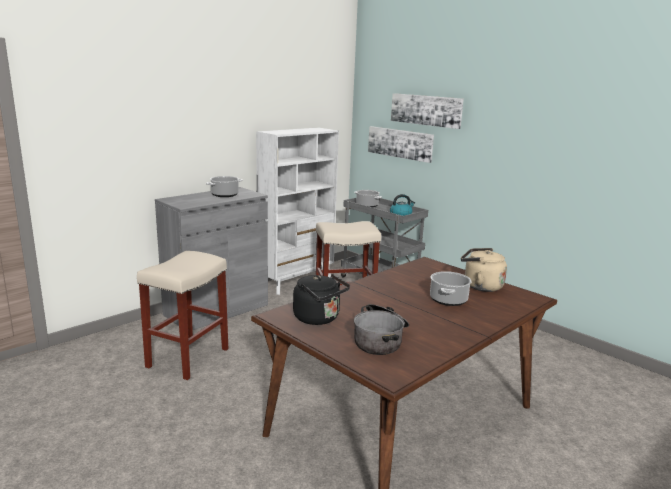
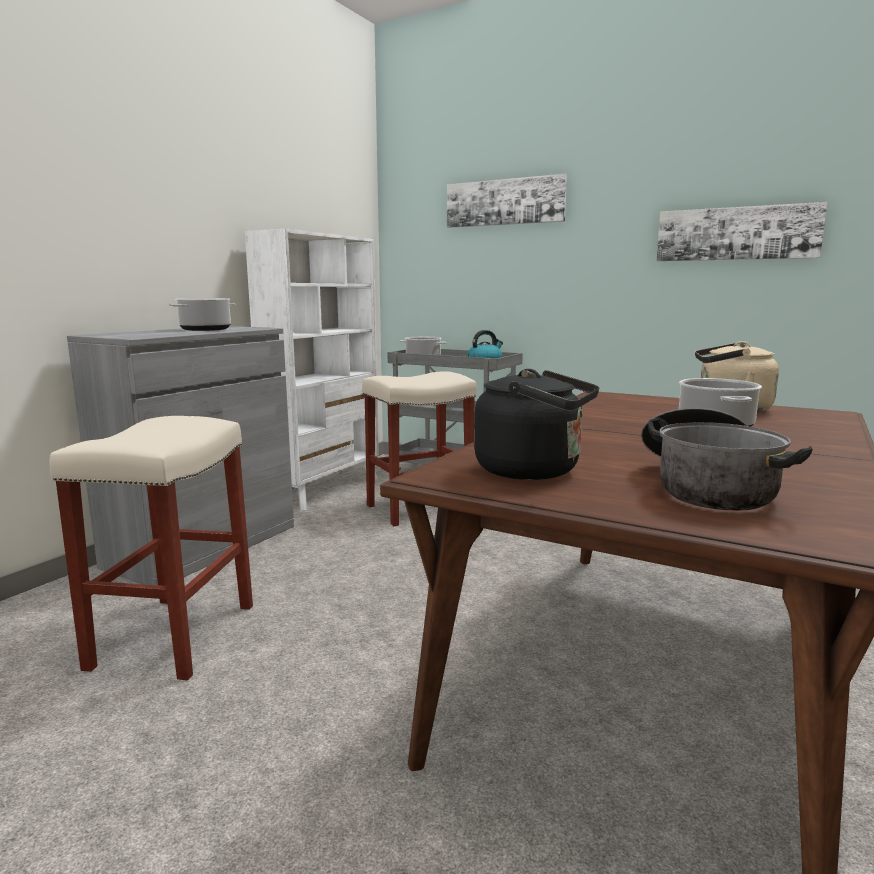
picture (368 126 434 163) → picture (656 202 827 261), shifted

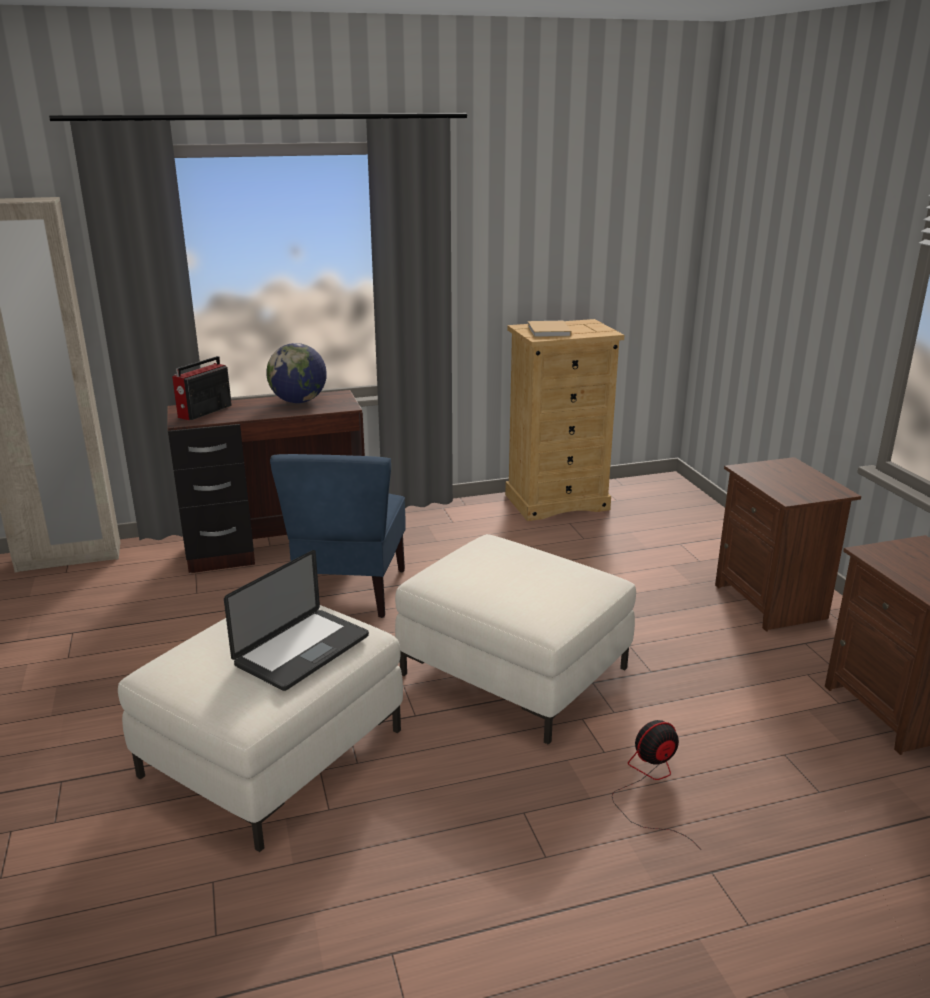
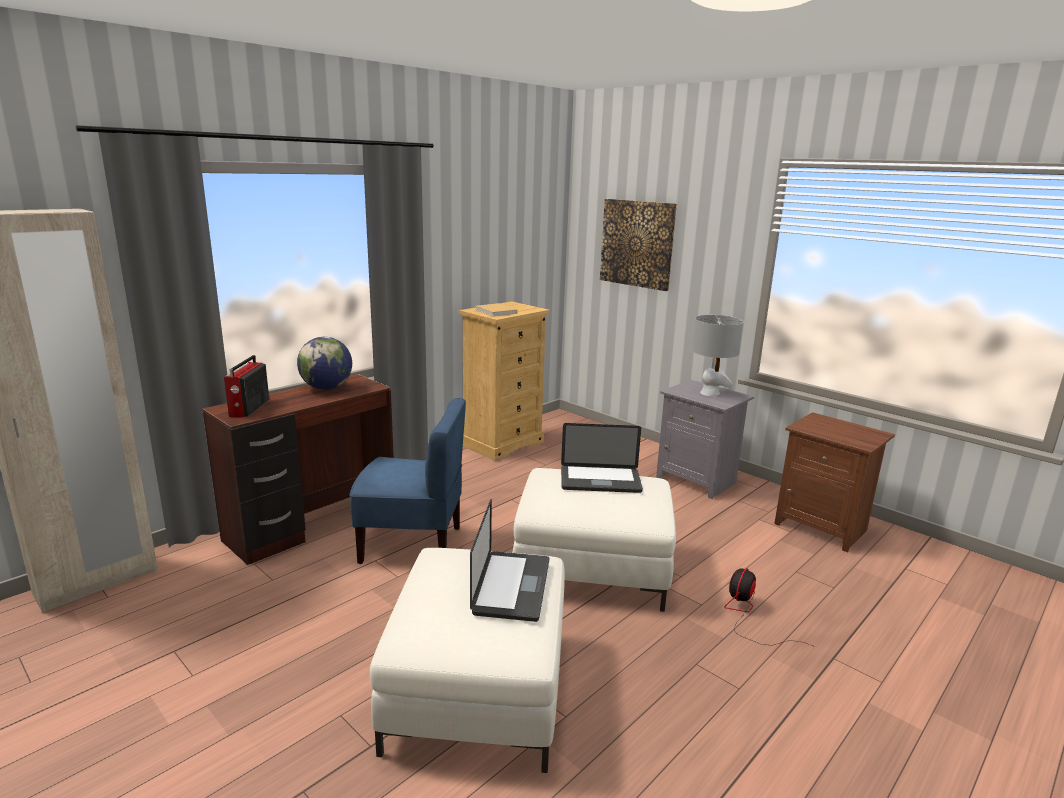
chair (blue) (270 454 406 618) → chair (blue) (350 398 466 564), 60 degrees counterclockwise
nightstand (brown) (715 457 861 632) → nightstand (grey) (656 380 754 499)
- → laptop (561 423 643 493)
- → picture (600 199 677 291)
- → table lamp (grey) (692 315 743 396)

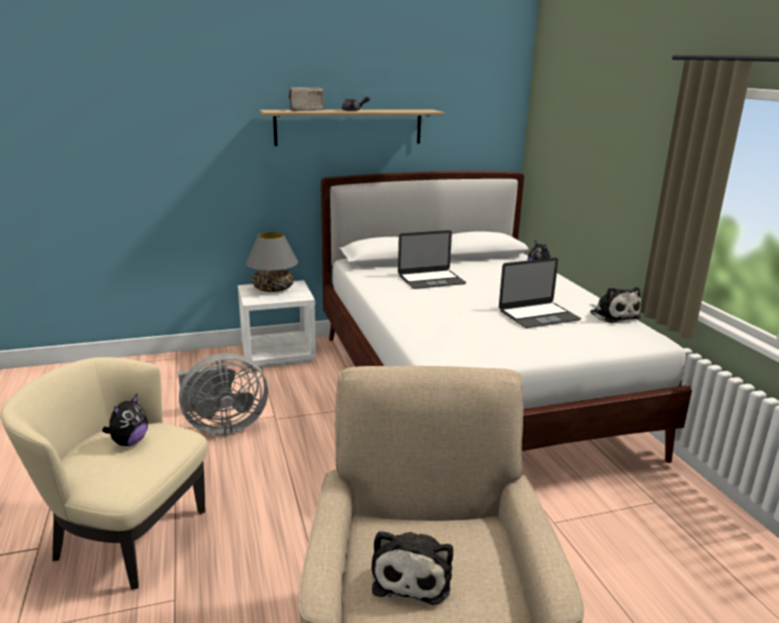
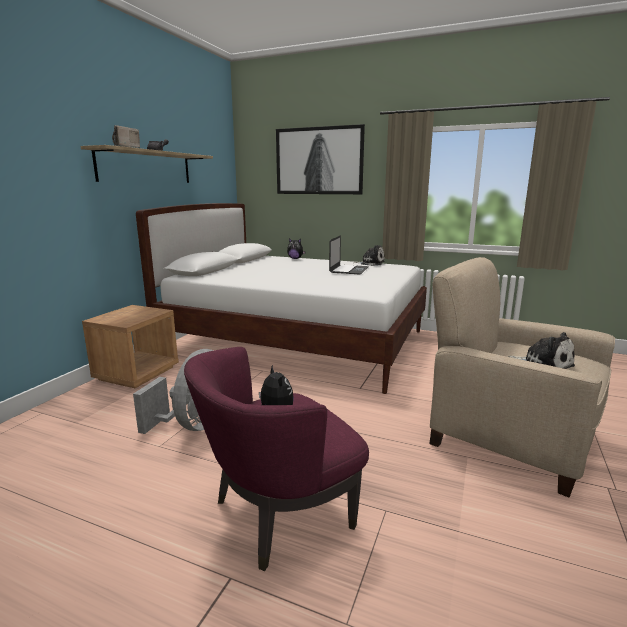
armchair (beige) (1 357 208 590) → armchair (purple) (184 347 369 571)
nightstand (white) (238 280 317 368) → nightstand (brown) (82 305 179 388)
table lamp (grey) (246 232 298 292) → -
laptop (398 230 466 289) → -
- → picture (276 124 365 194)

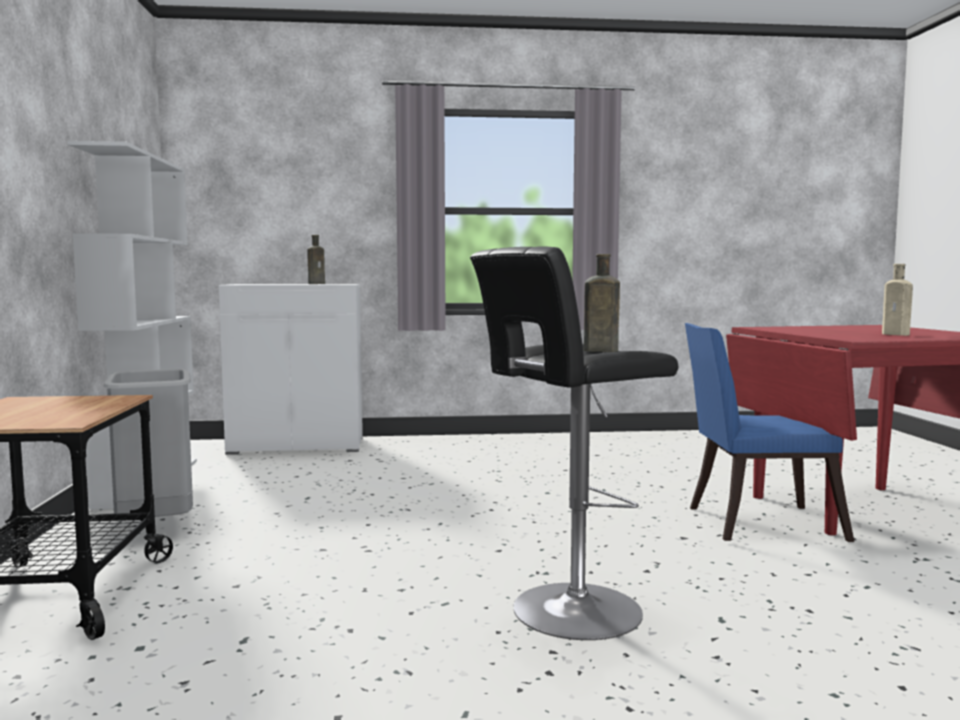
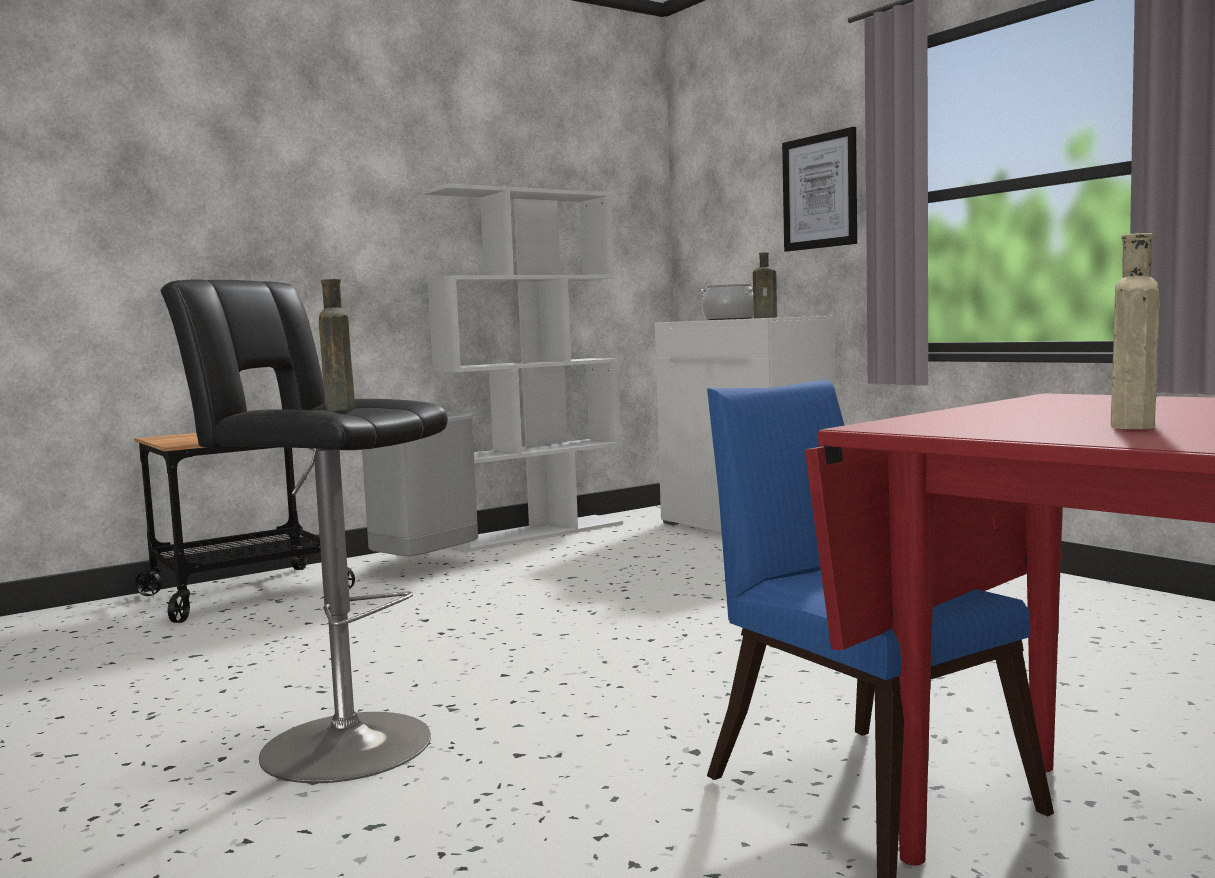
- → cooking pot (700 284 754 320)
- → picture (782 127 857 252)

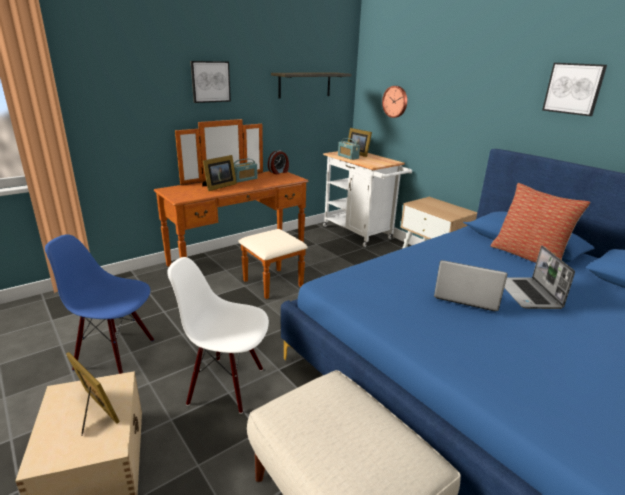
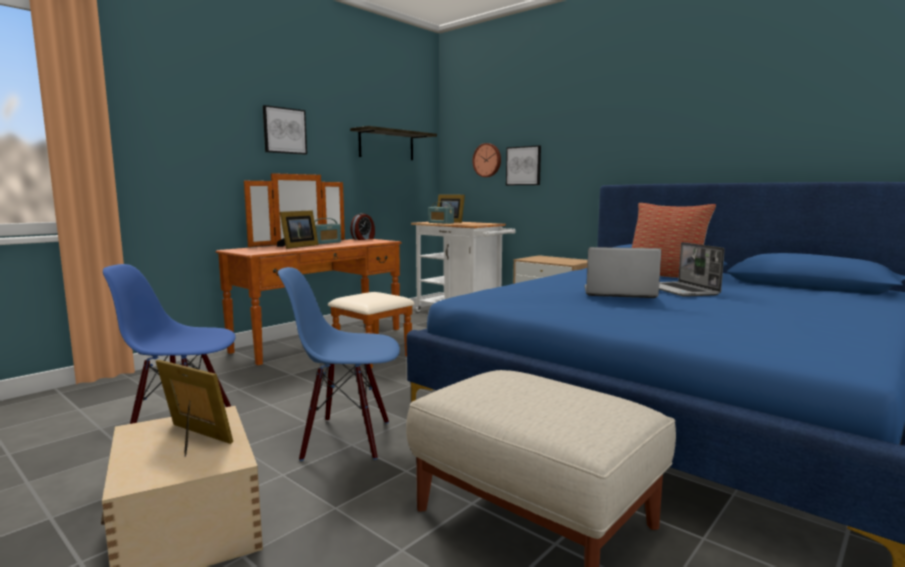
chair (white) (167 257 269 414) → chair (blue) (278 267 400 461)
picture (542 63 607 116) → picture (506 145 541 185), shifted

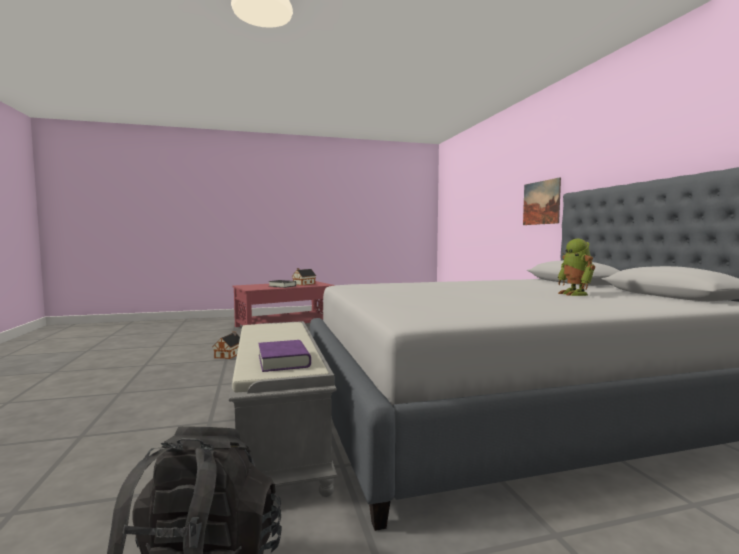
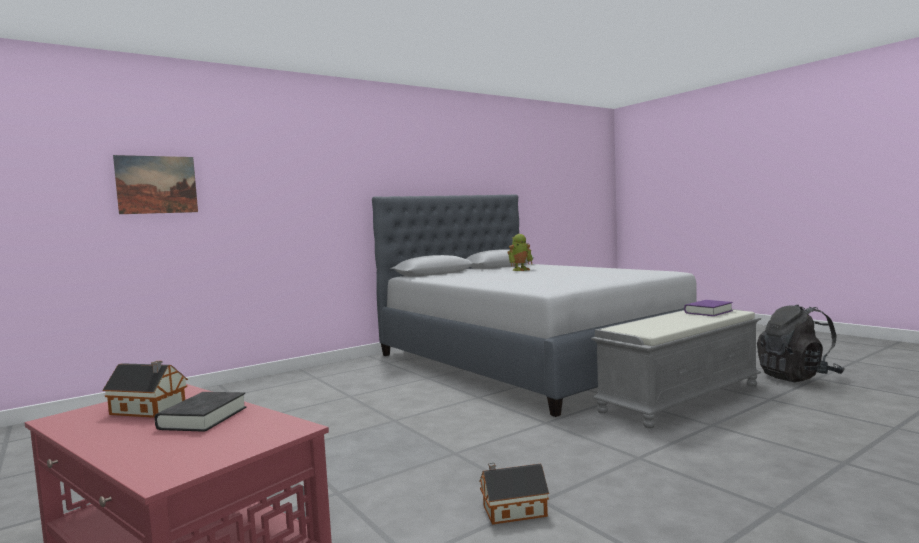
picture (523 177 561 225) → picture (113 155 198 214), shifted

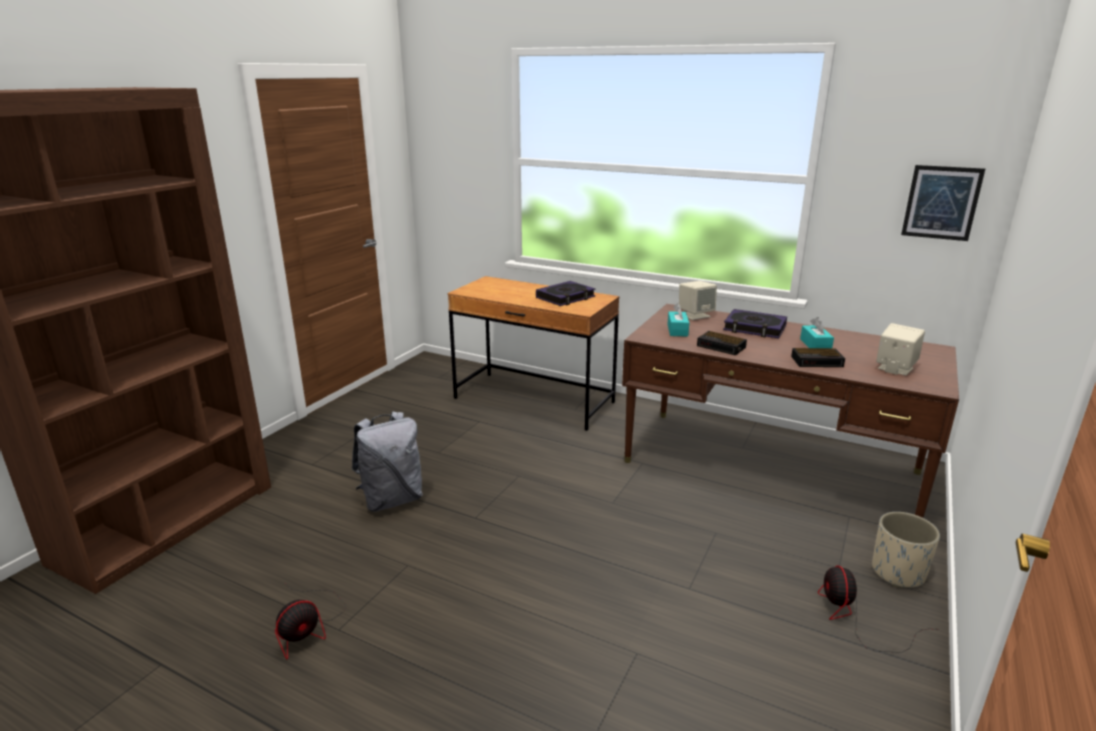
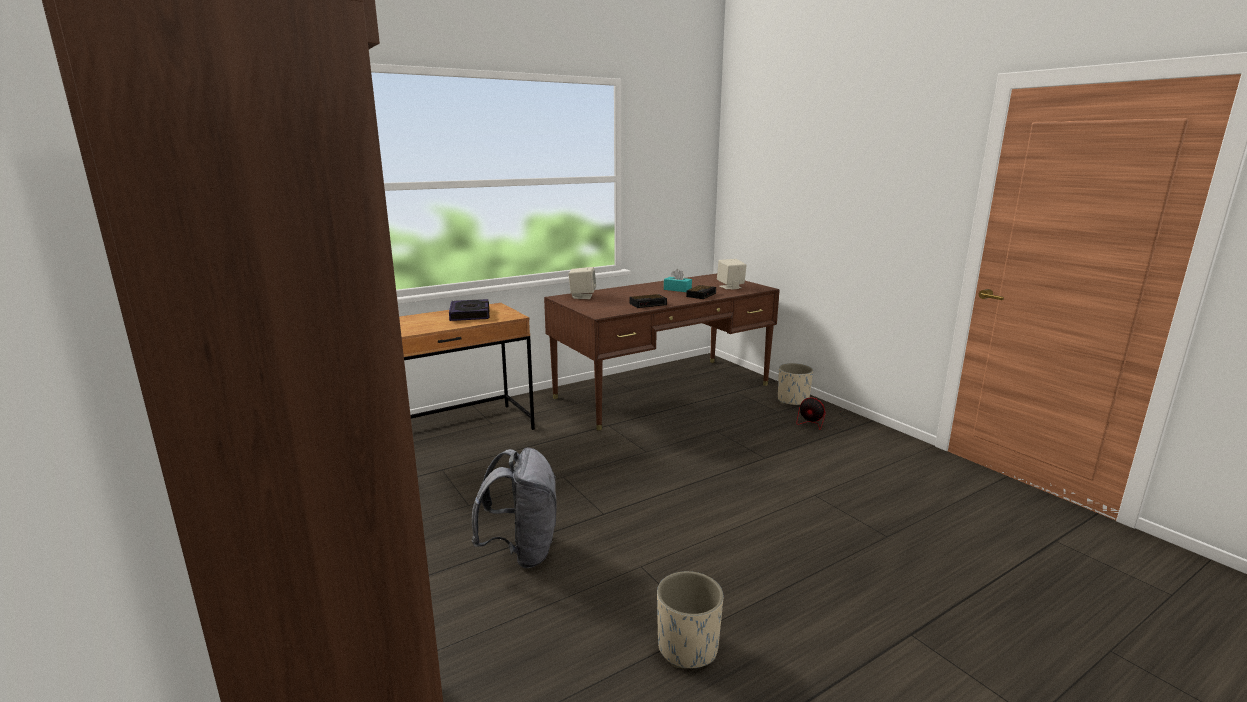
fan (275 583 346 659) → planter (beige) (657 571 723 669)
tissue box (turquoise) (667 303 689 337) → -
book (723 309 787 338) → -
picture (901 165 985 241) → -

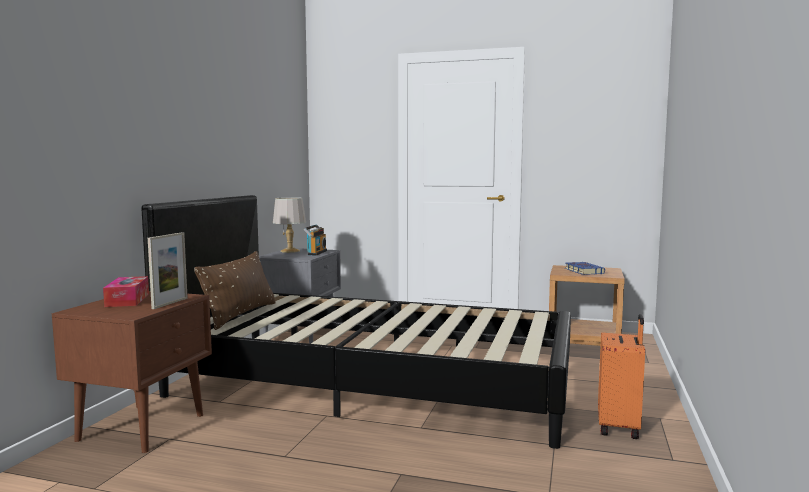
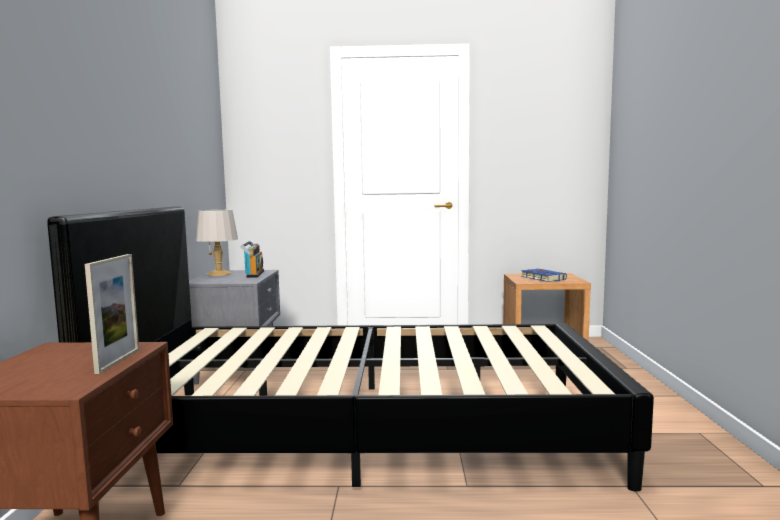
tissue box (103 276 149 307) → -
pillow (brown) (194 251 276 330) → -
suitcase (orange) (598 314 645 439) → -

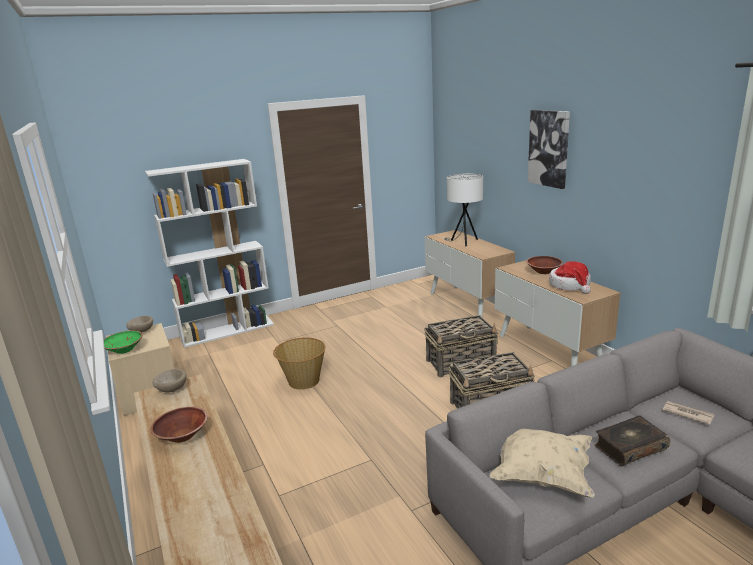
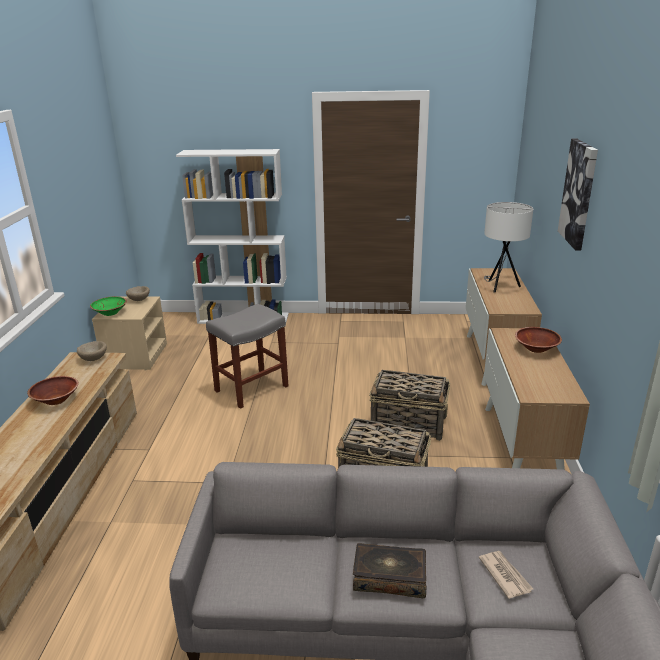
basket (273 337 326 390) → stool (grey) (206 304 289 409)
pillow (beige) (489 429 595 497) → -
hat (549 261 591 294) → -

